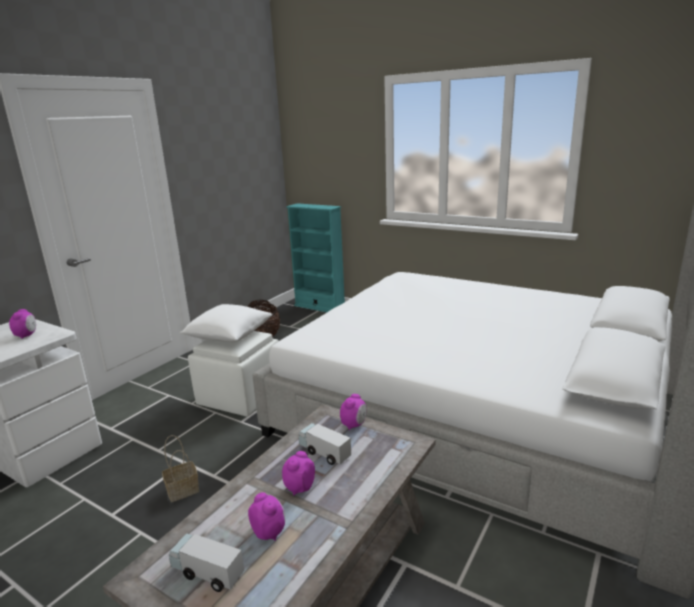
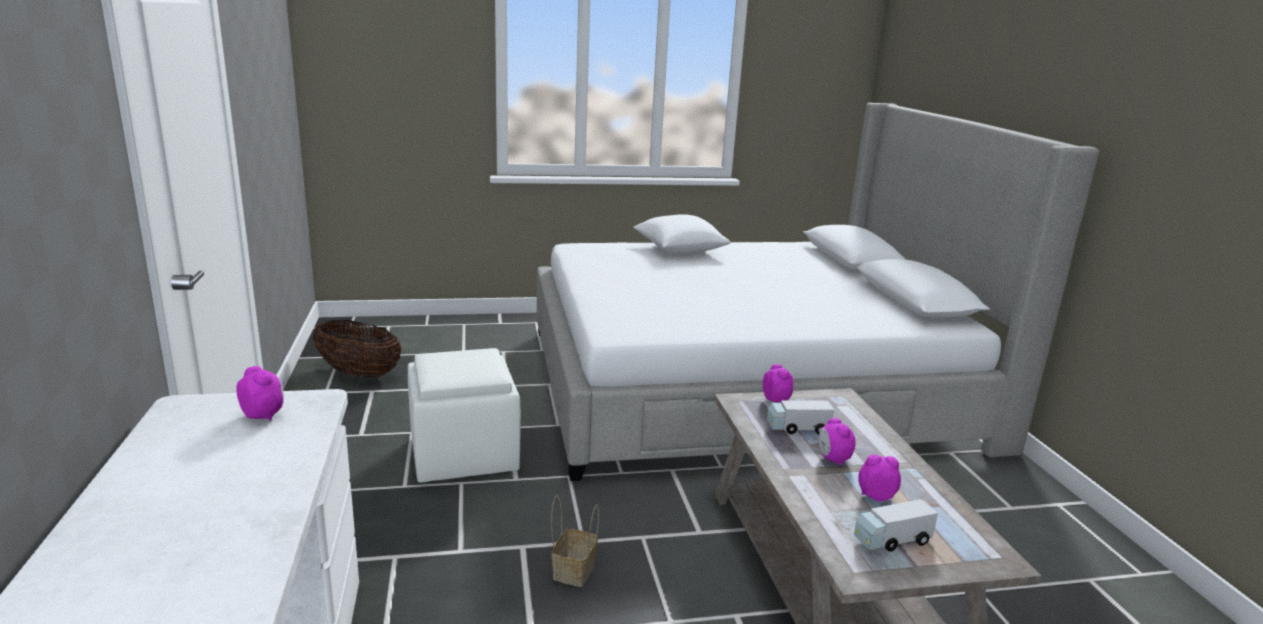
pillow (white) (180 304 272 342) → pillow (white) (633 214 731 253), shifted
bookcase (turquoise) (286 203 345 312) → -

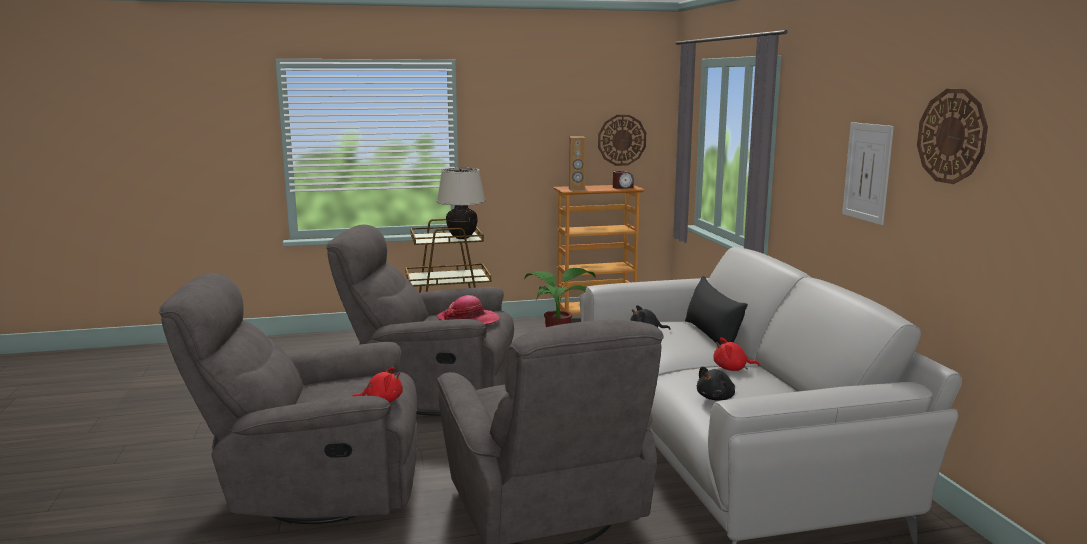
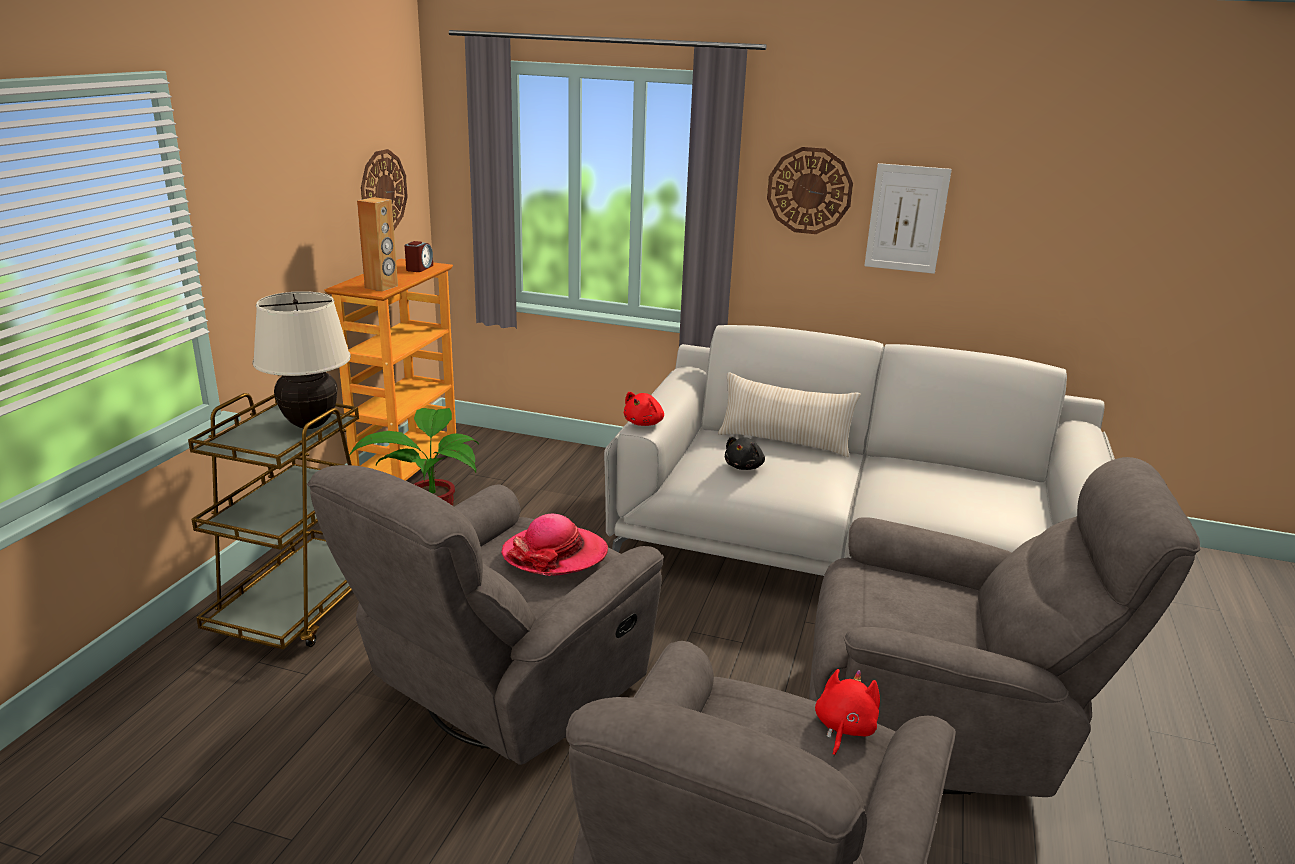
pillow (black) (685 276 748 345) → pillow (beige) (718 372 861 457)
plush toy (black) (697 366 735 401) → -
plush toy (red) (714 337 760 371) → plush toy (red) (624 392 664 426), shifted
wall clock (917 89 988 184) → wall clock (767 147 853 234), shifted

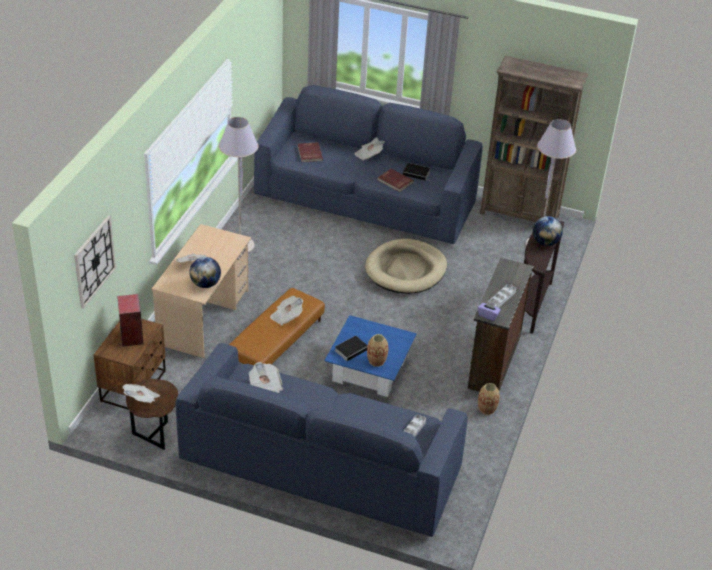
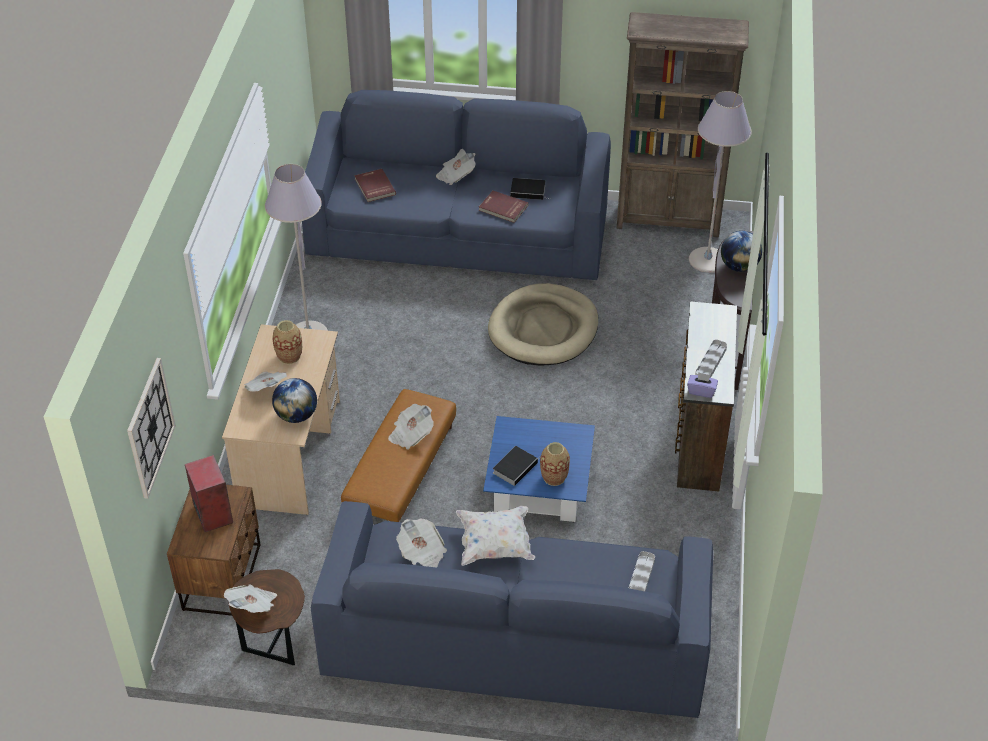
vase (478 383 500 415) → vase (272 320 302 364), shifted
- → pillow (white) (456 506 535 566)

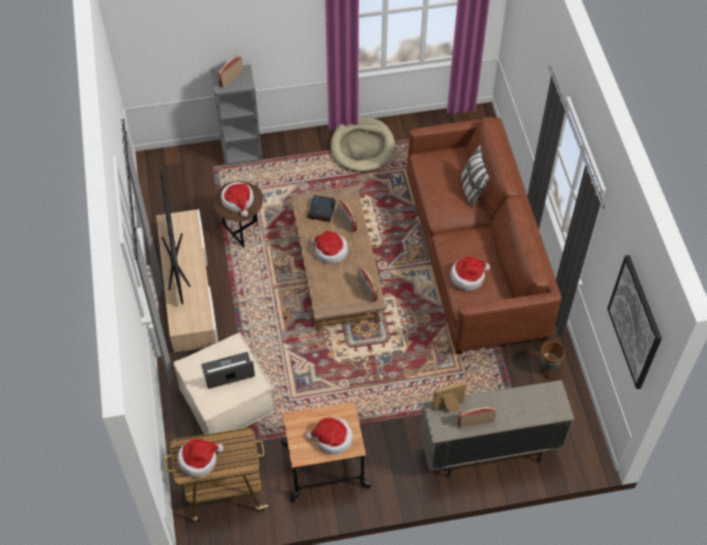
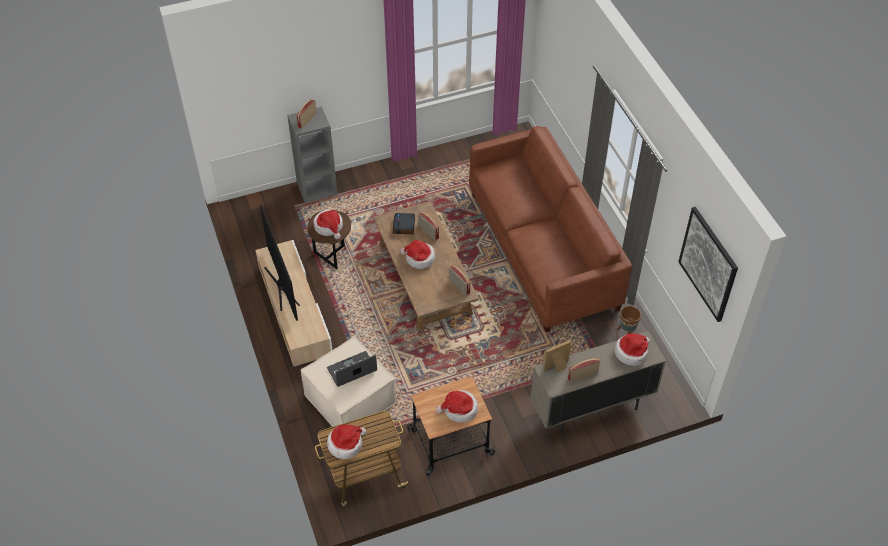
dog bed (beige) (331 117 395 173) → -
hat (450 257 490 290) → hat (614 334 650 366), shifted
pillow (461 145 490 208) → -

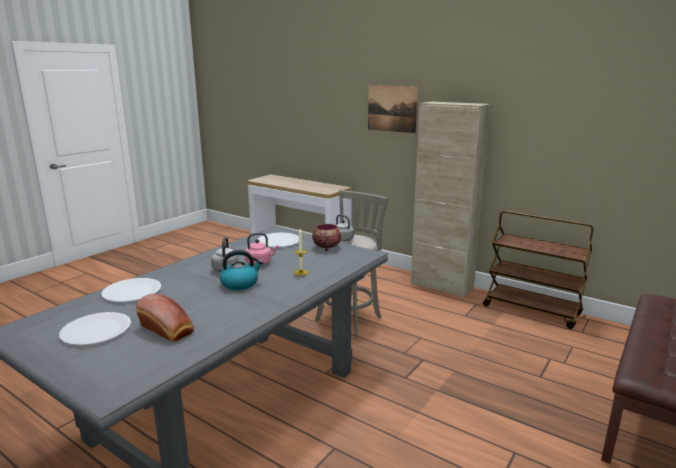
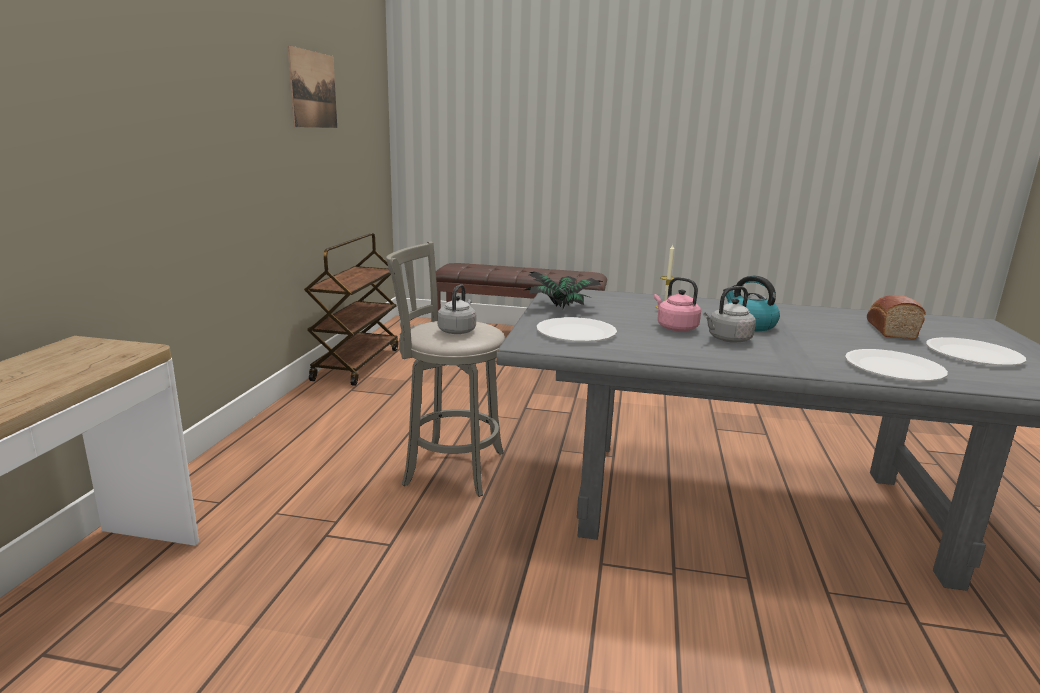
bowl (312 224 341 251) → potted plant (525 272 604 308)
picture (368 85 418 133) → picture (288 45 337 128), shifted
cabinet (beige) (411 102 491 298) → -

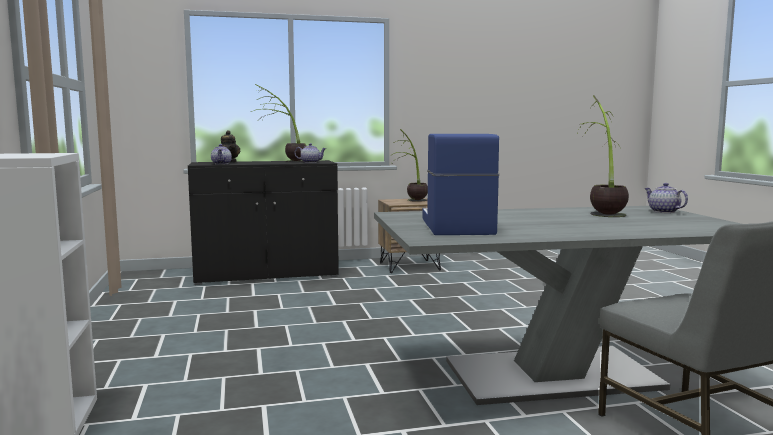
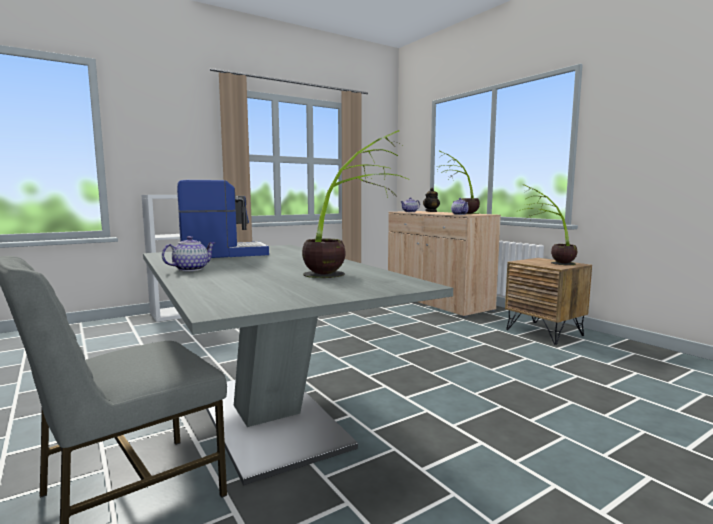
cabinet (black) (188 160 339 285) → cabinet (beige) (388 211 501 318)
teapot (644 183 688 213) → teapot (162 236 215 271), shifted

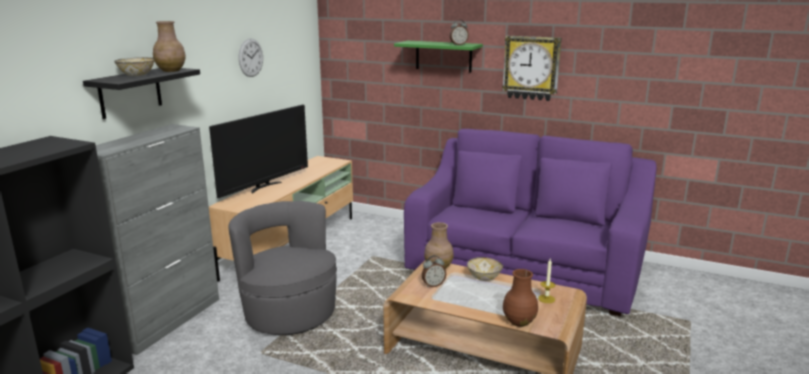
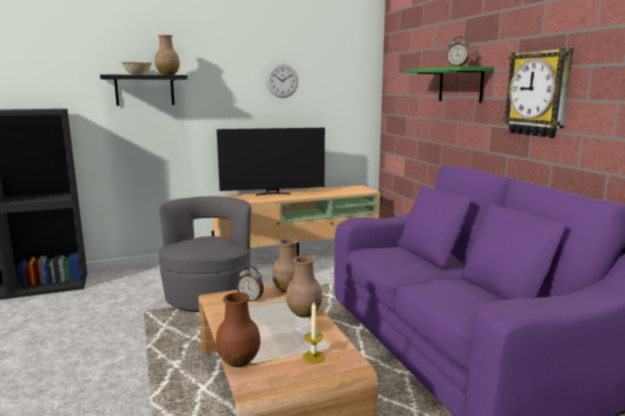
cabinet (grey) (96 124 219 355) → -
bowl (467 257 503 281) → vase (brown) (286 256 322 317)

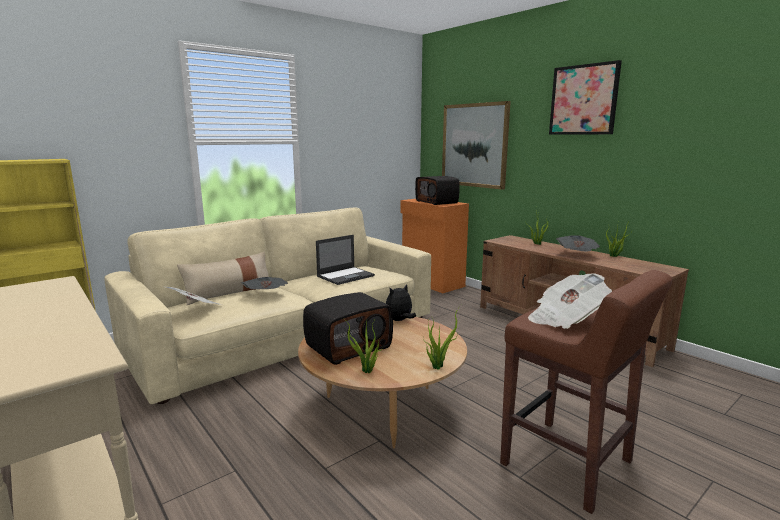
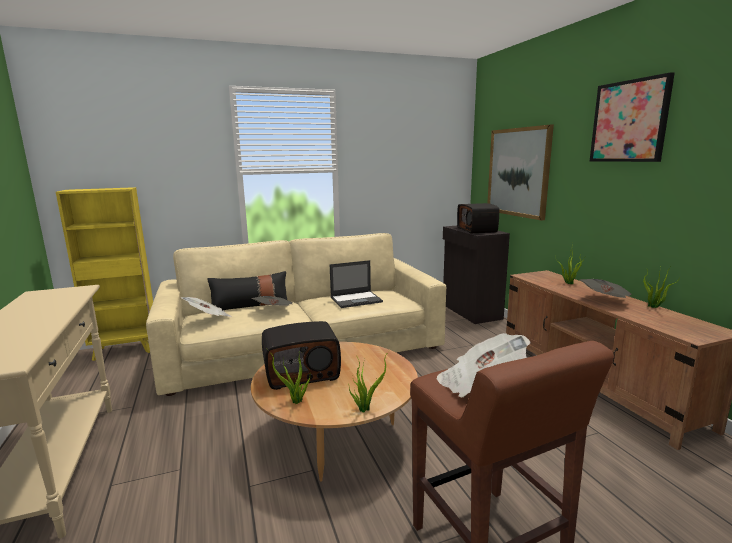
pillow (beige) (177 252 269 305) → pillow (black) (207 271 287 310)
plush toy (386 284 416 321) → -
cabinet (orange) (401 199 469 293) → cabinet (black) (443 226 510 324)

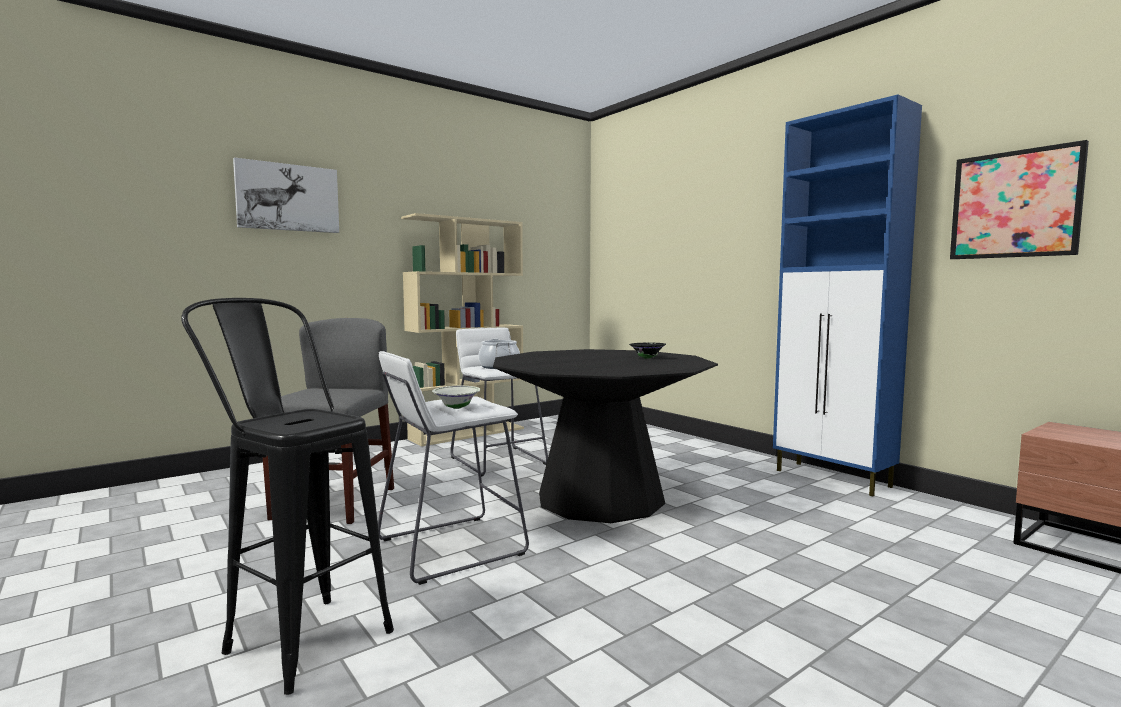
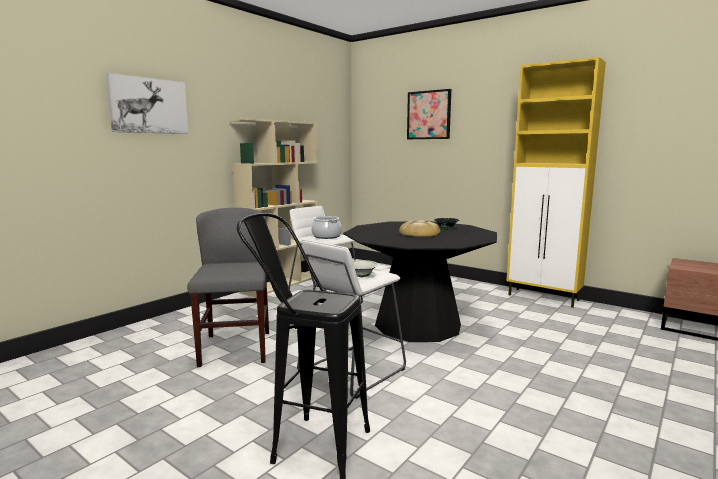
cabinet (blue) (773 94 922 496) → cabinet (yellow) (507 57 606 308)
picture (950 140 1089 259) → picture (407 89 451 139), shifted
- → bread (399 220 440 237)

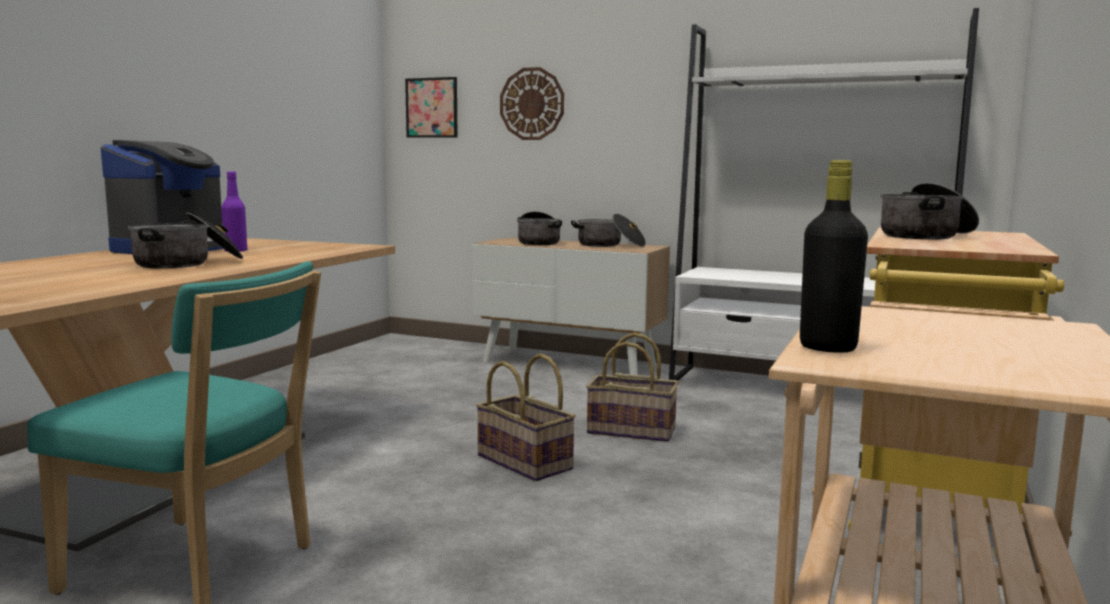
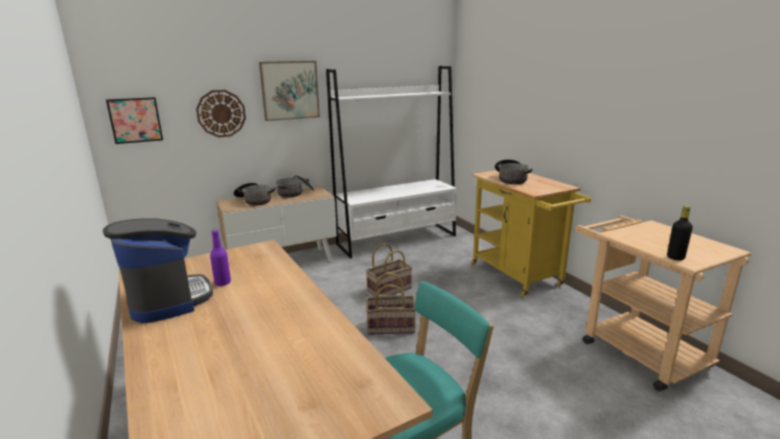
cooking pot (128 212 243 269) → -
- → picture (259 61 320 121)

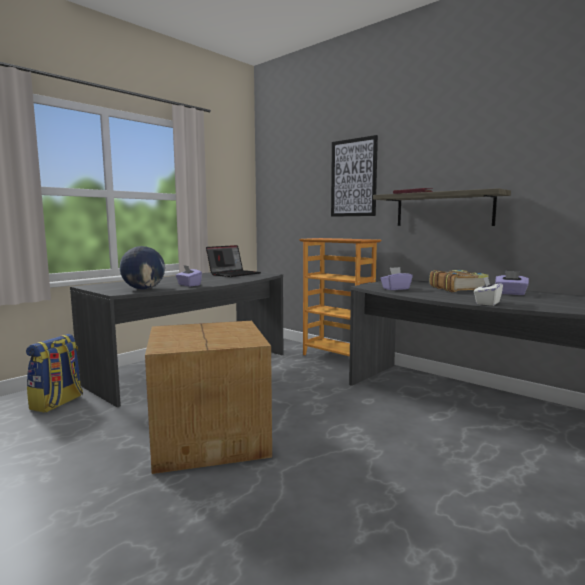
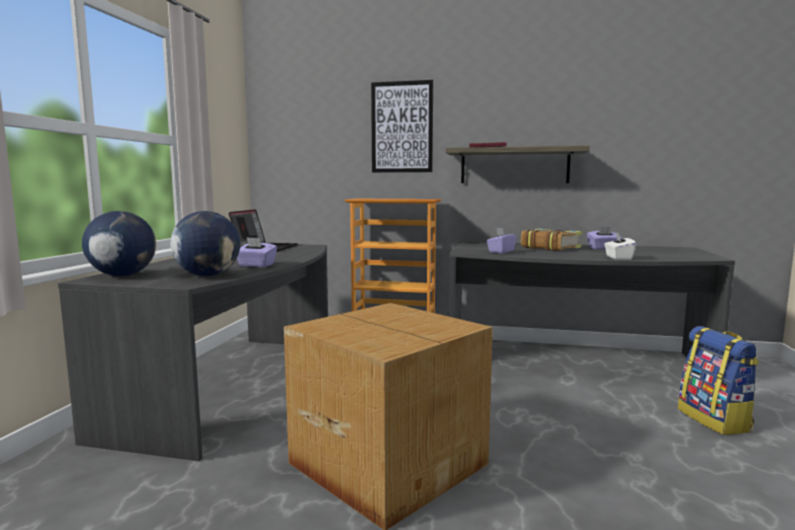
backpack (26 334 83 413) → backpack (678 326 759 435), shifted
- → globe (82 211 156 276)

